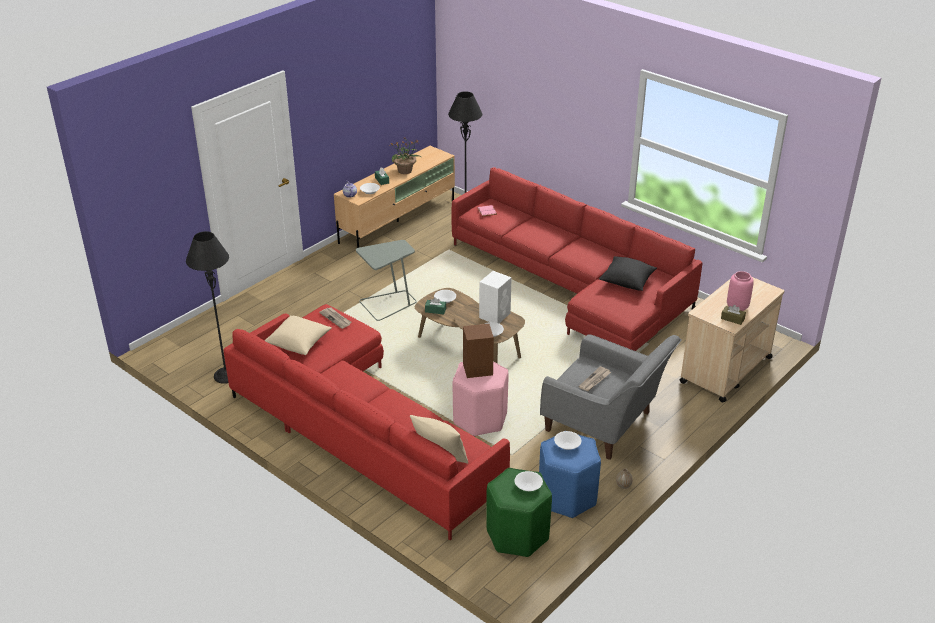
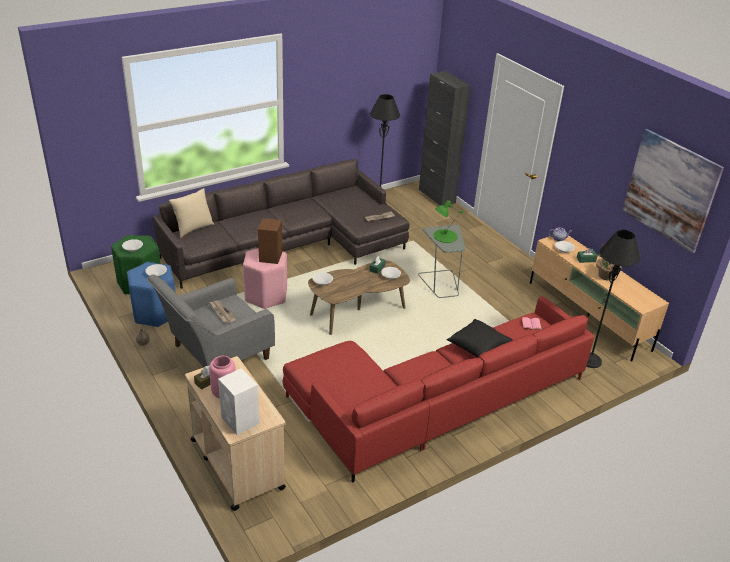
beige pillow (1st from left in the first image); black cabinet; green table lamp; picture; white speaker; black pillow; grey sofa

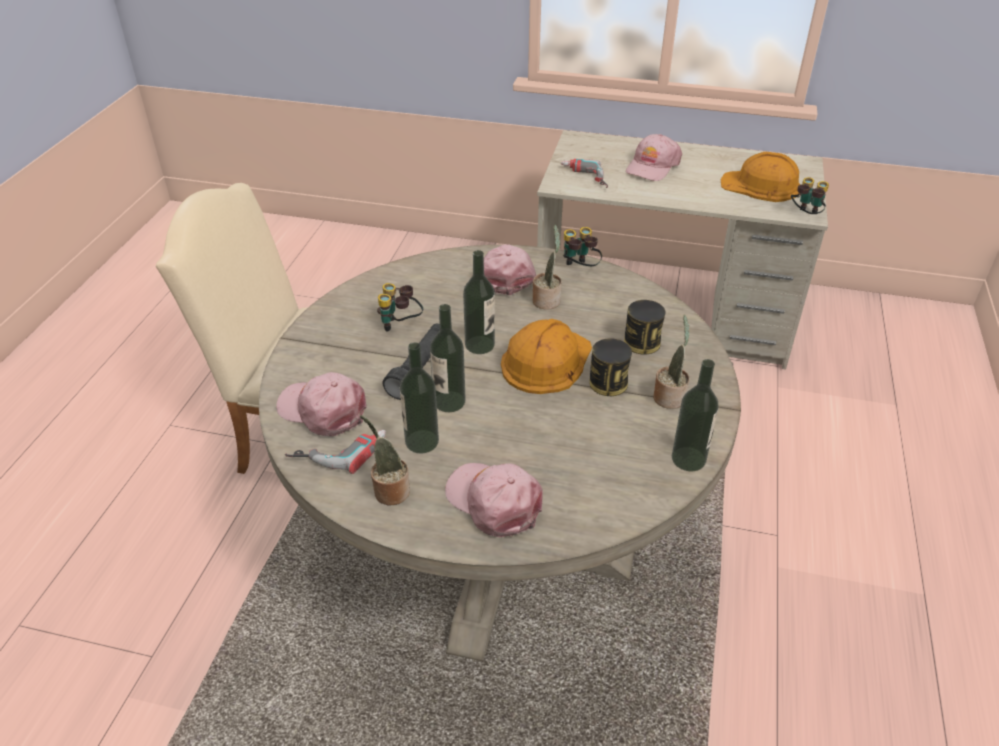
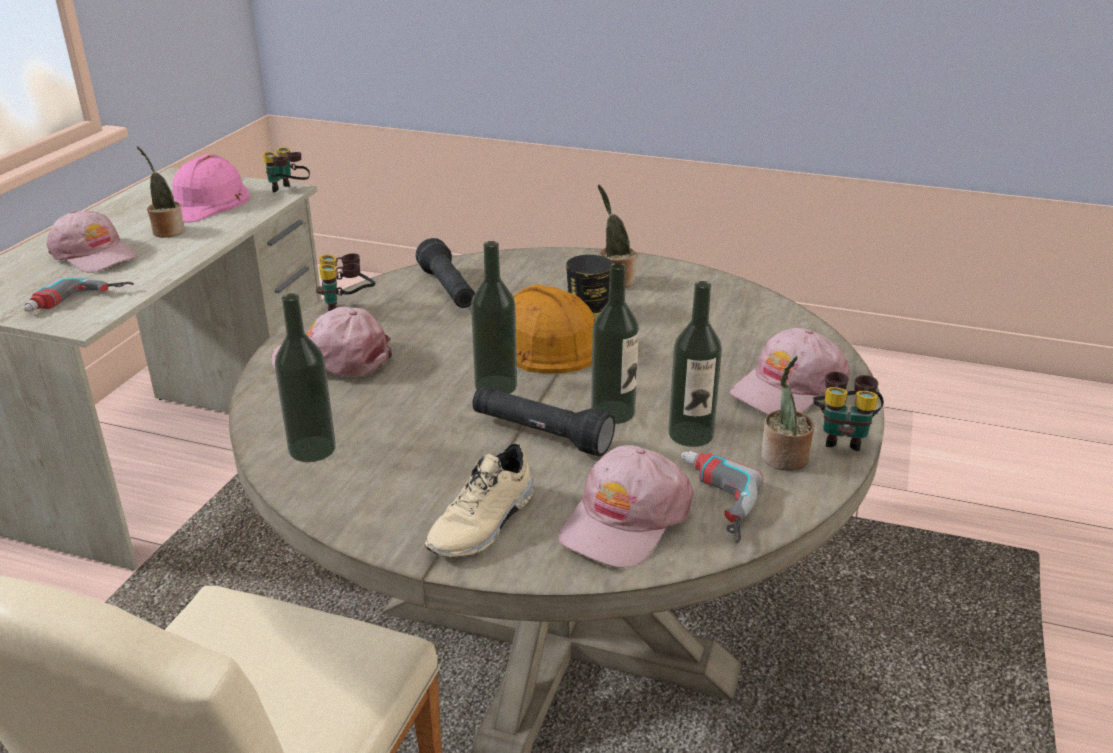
can (2nd from left in the first image); black flashlight (1st from left); beige shoe; binoculars (3rd from left); potted plant (1st from left); bottle (1st from left); pink hard hat

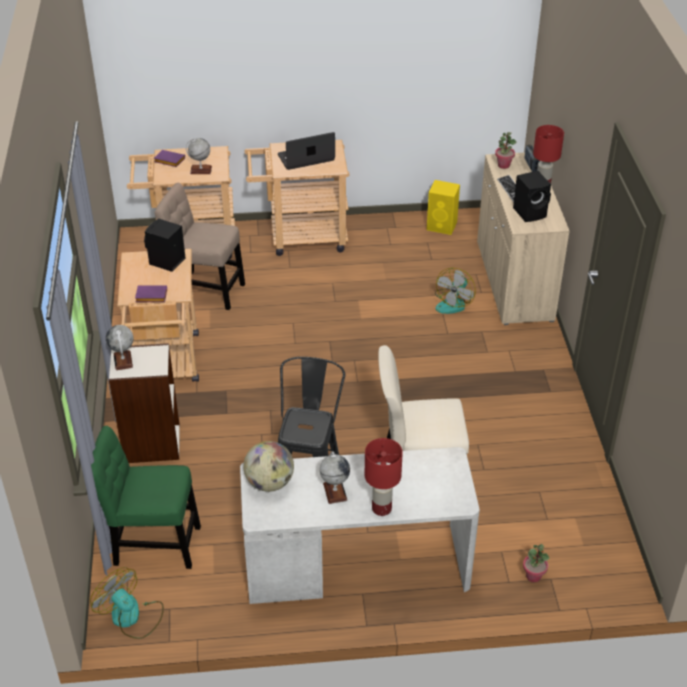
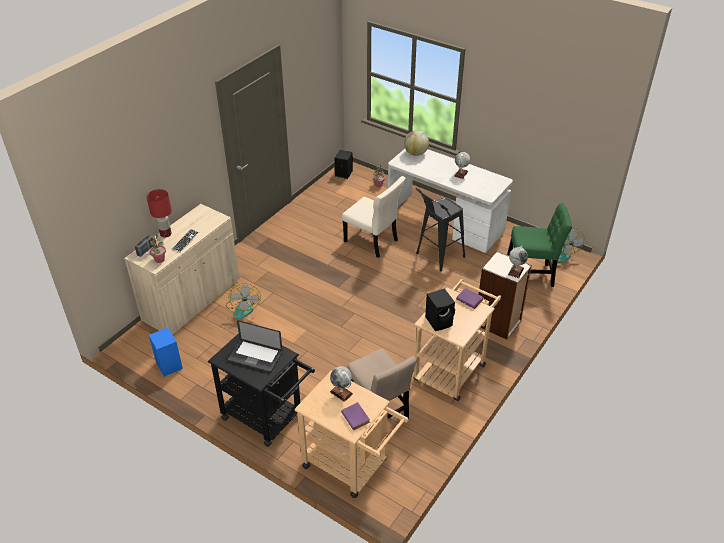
red table lamp (1st from left in the first image); globe (2nd from left); black speaker (1st from left); black cart; blue speaker; green chair; fan (1st from left)

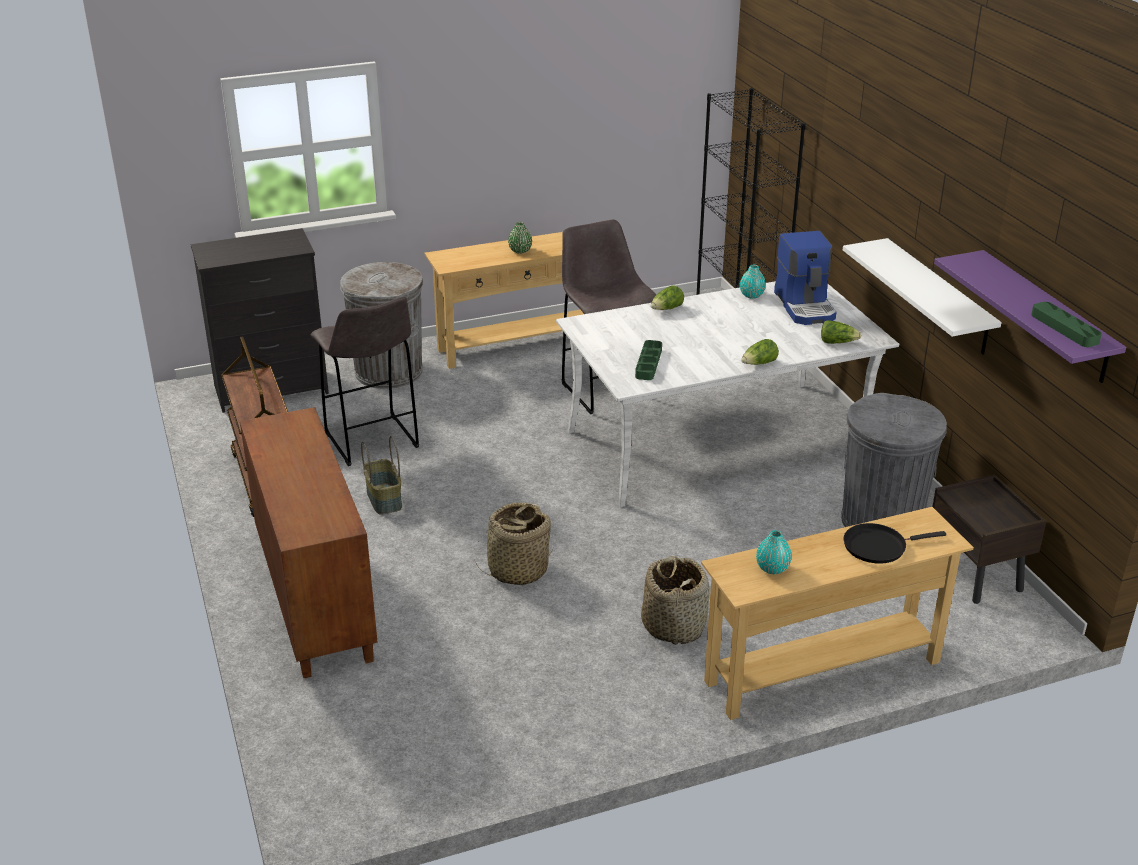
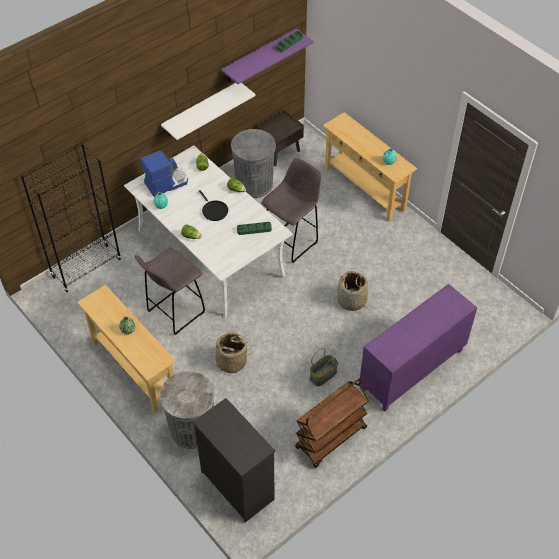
grey stool (2nd from left); basket (1st from left); black frying pan; purple cabinet

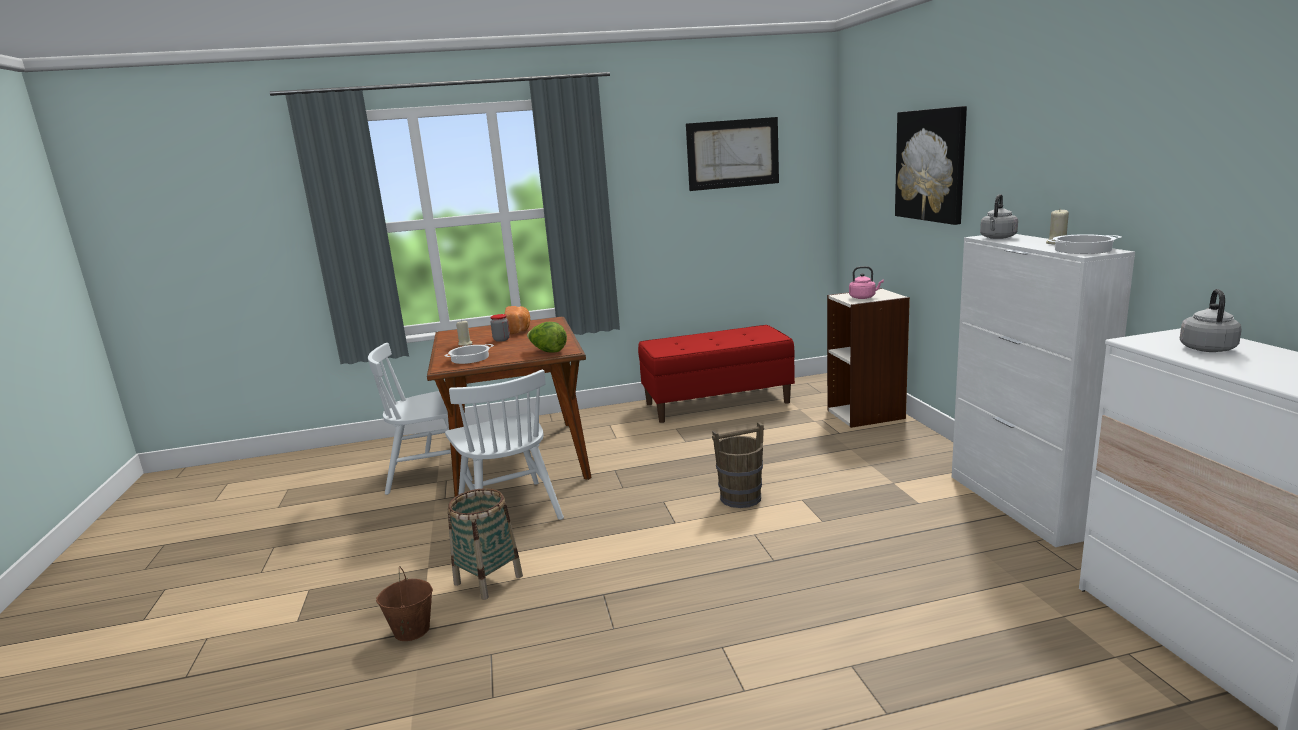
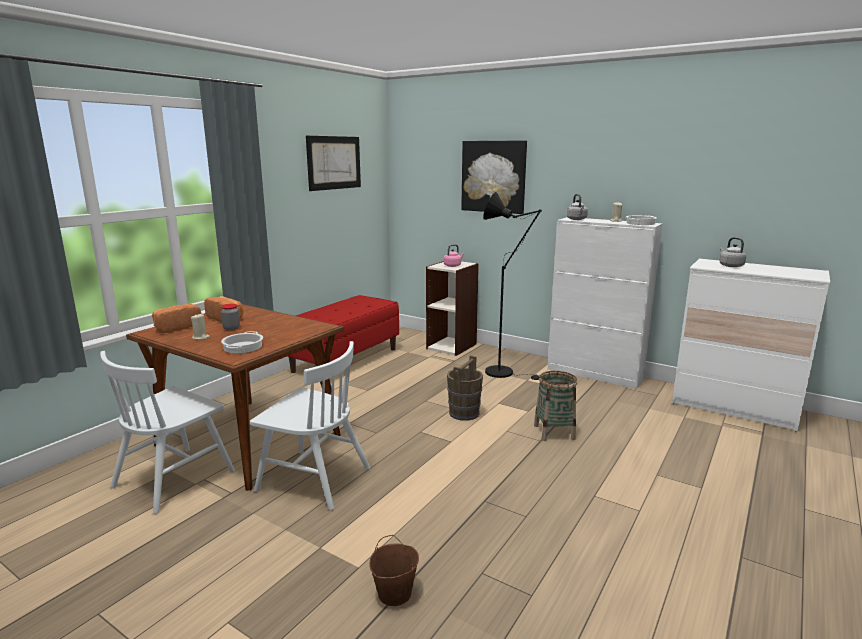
lettuce; bread (1st from left); black floor lamp; basket

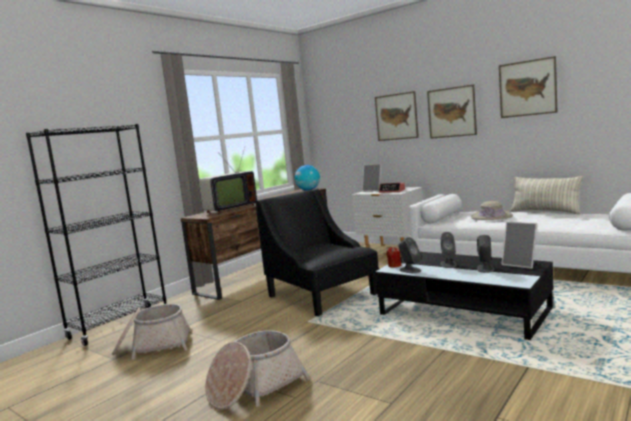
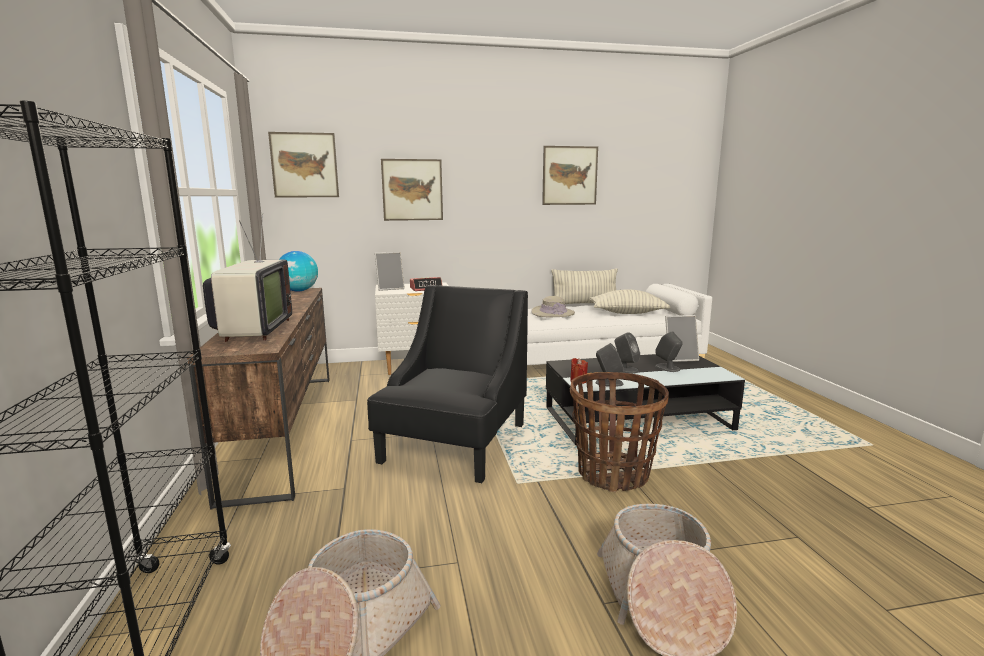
basket (2nd from left); pillow (2nd from left); picture (1st from left); black armchair

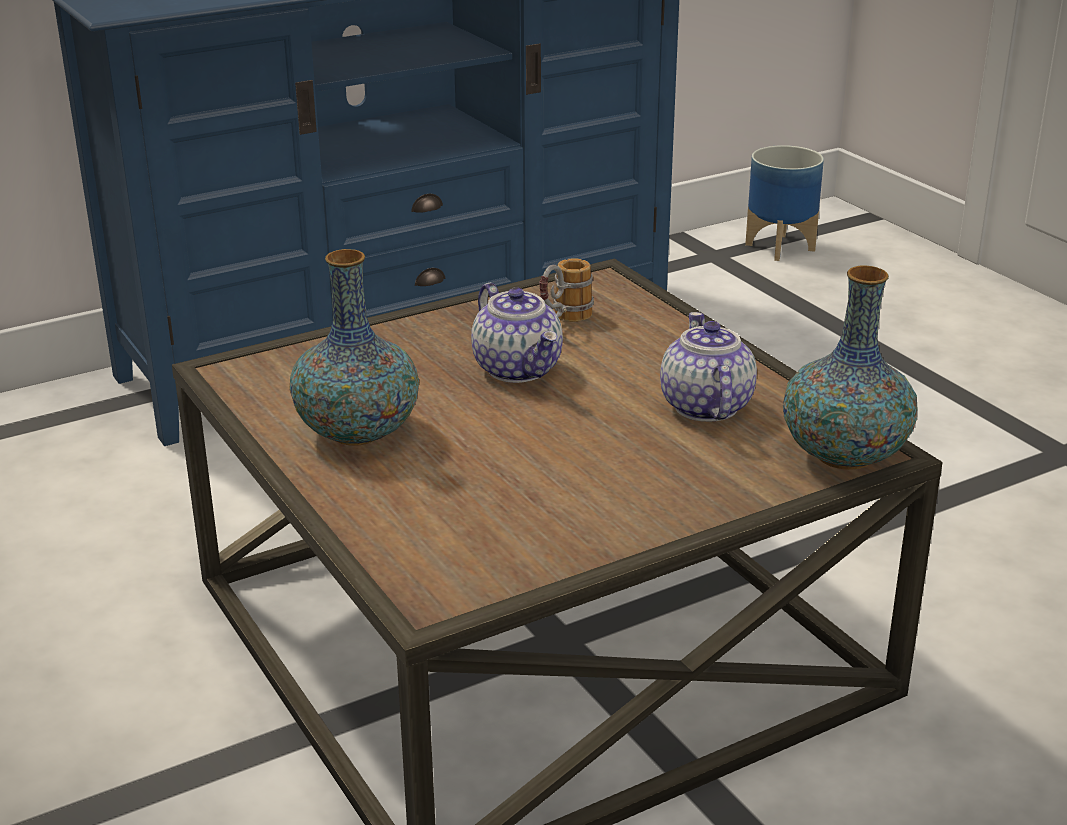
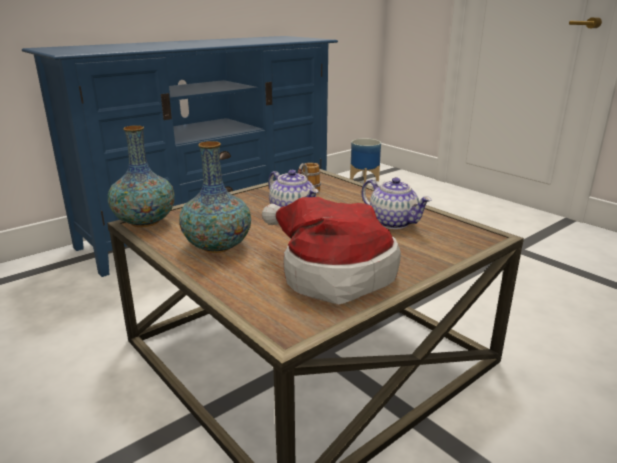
hat; vase (1st from left); teapot (2nd from left)

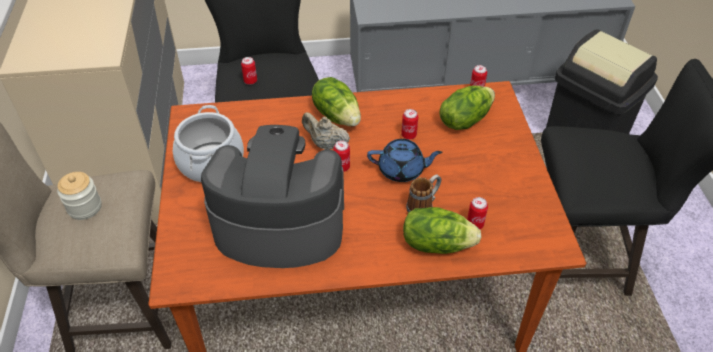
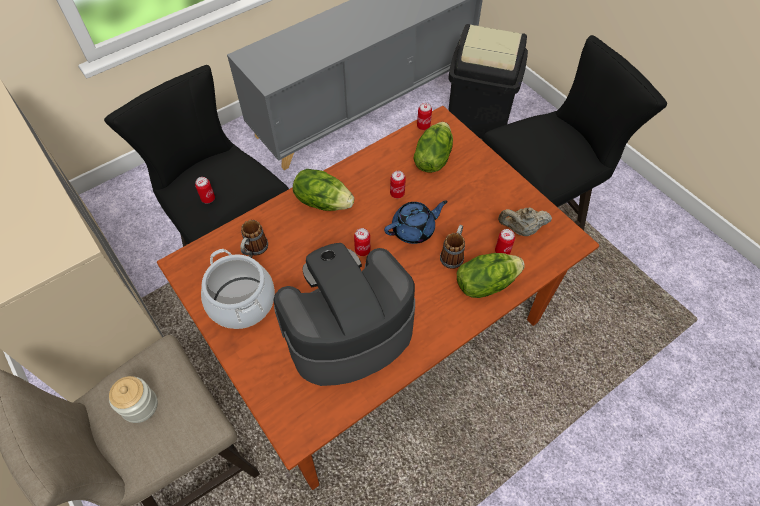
mug (1st from left); beige teapot

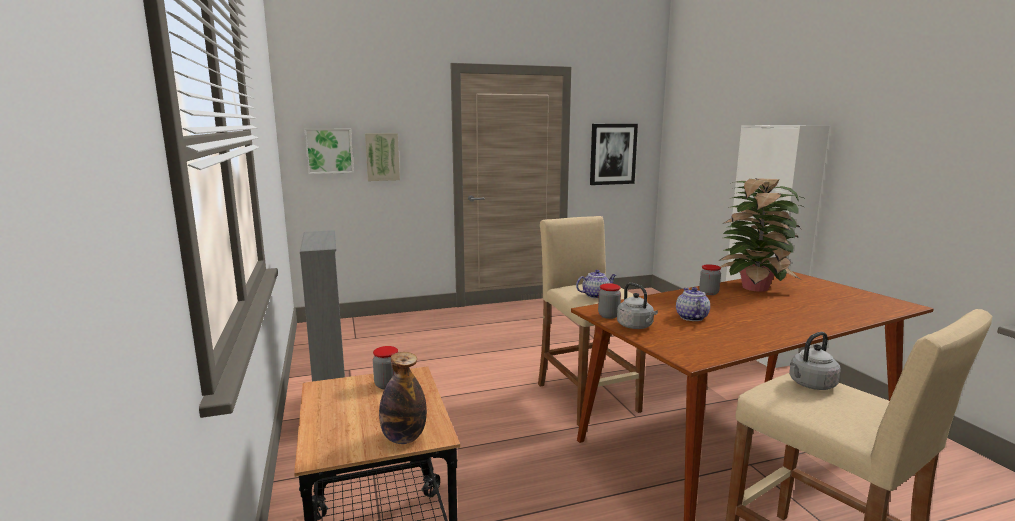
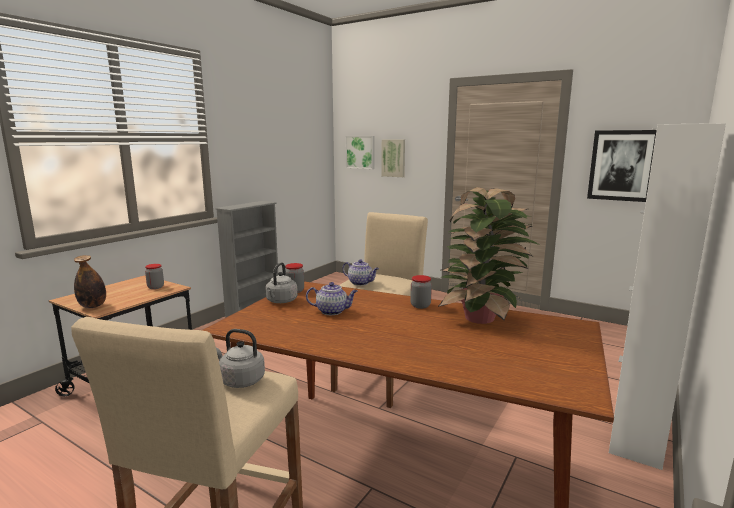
teapot (1st from left)

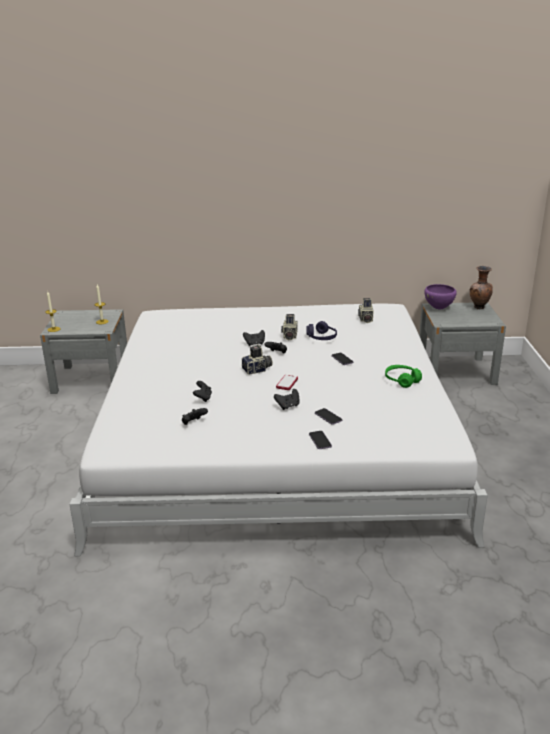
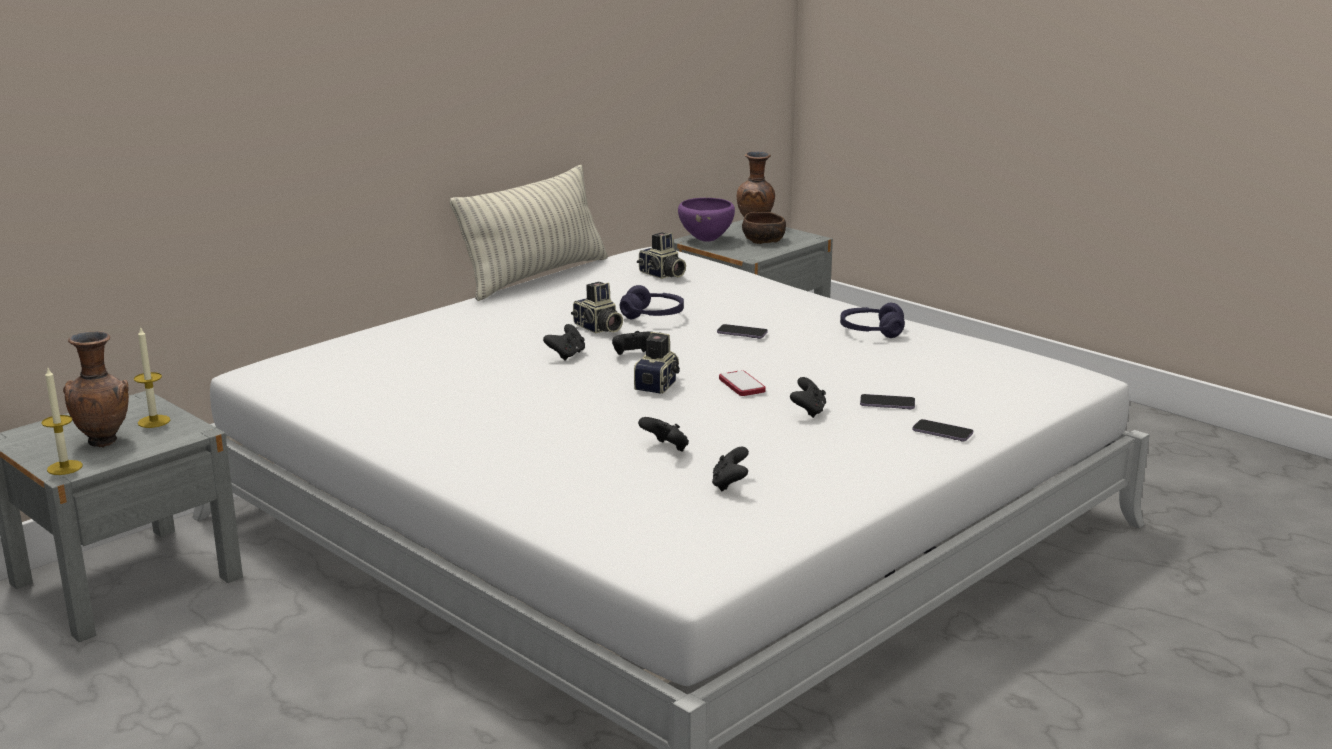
brown vase (1st from left); pillow; brown bowl; purple headphones (2nd from left)

